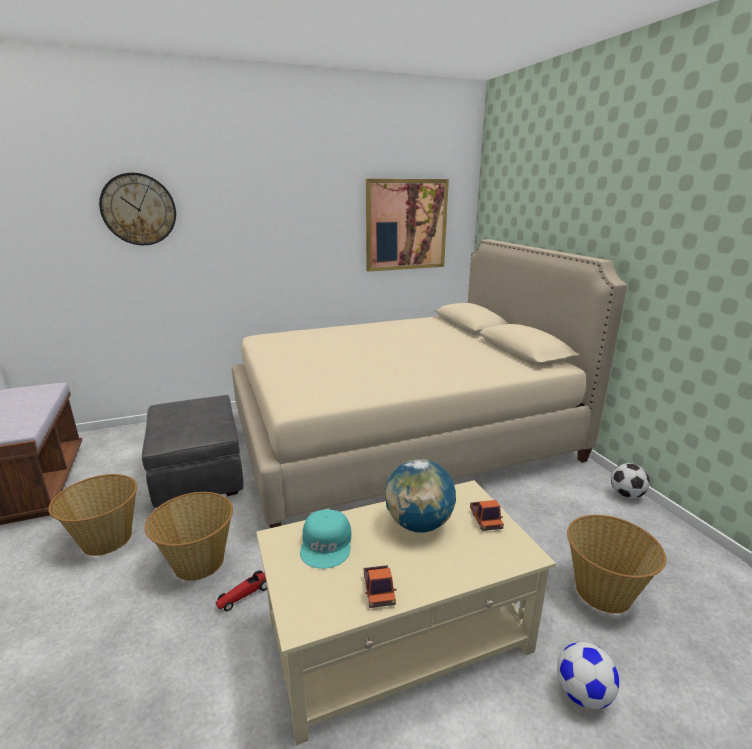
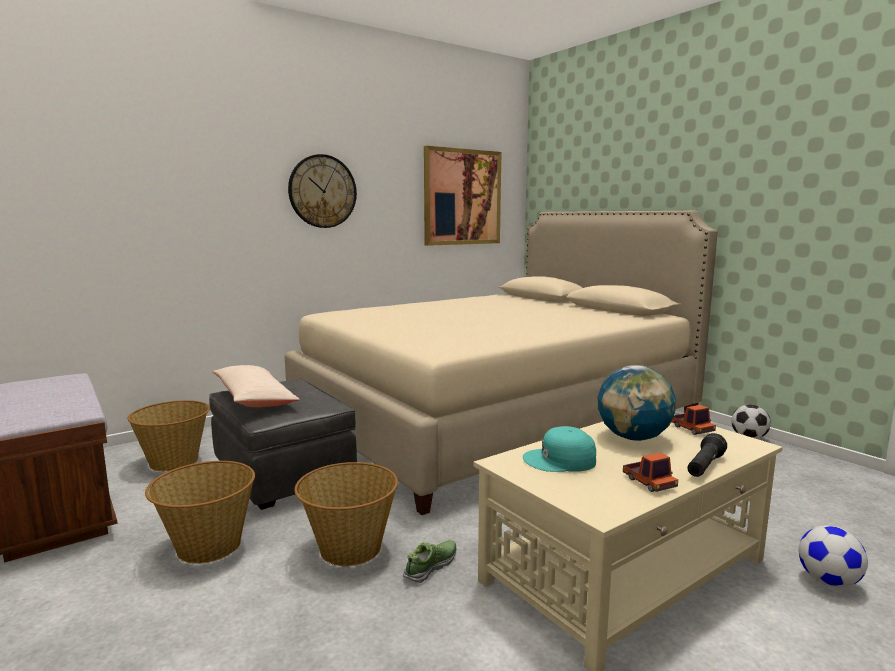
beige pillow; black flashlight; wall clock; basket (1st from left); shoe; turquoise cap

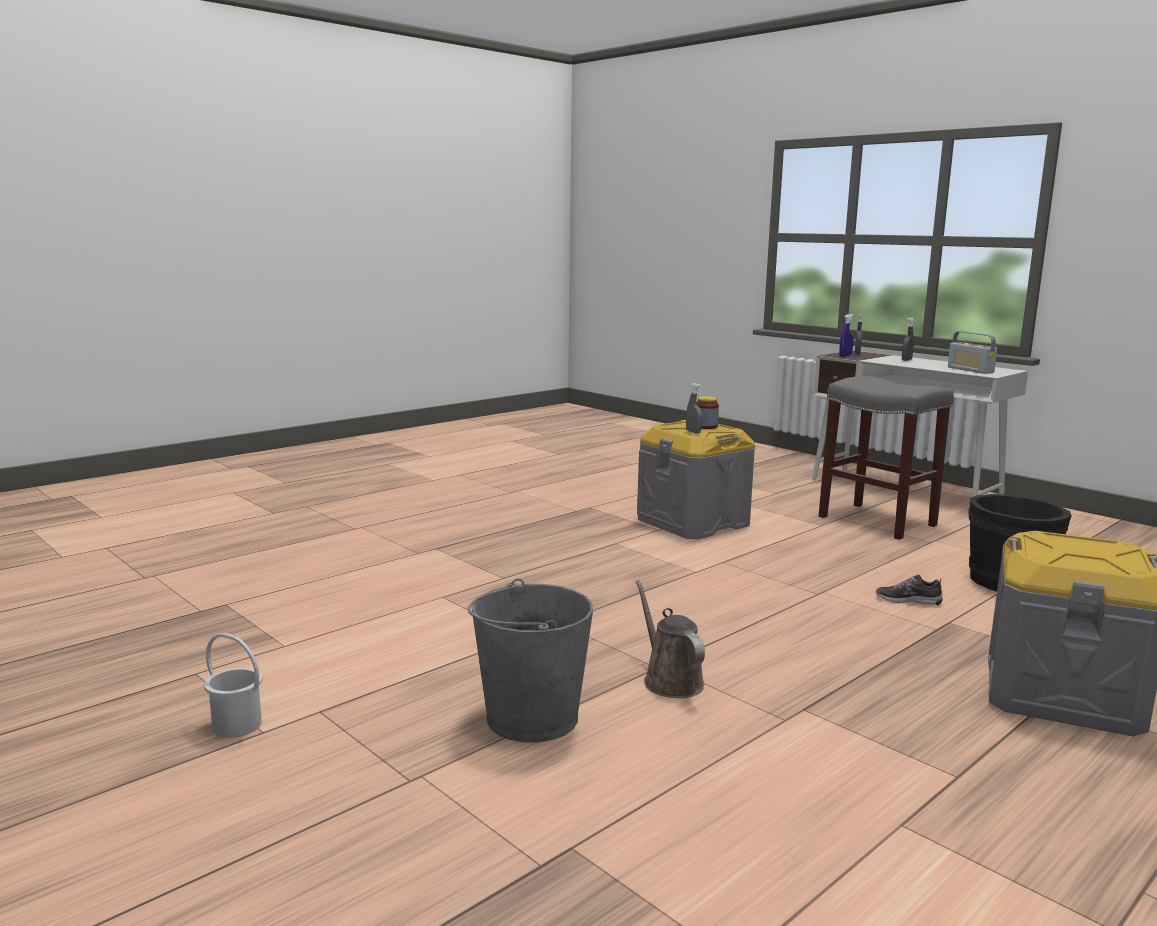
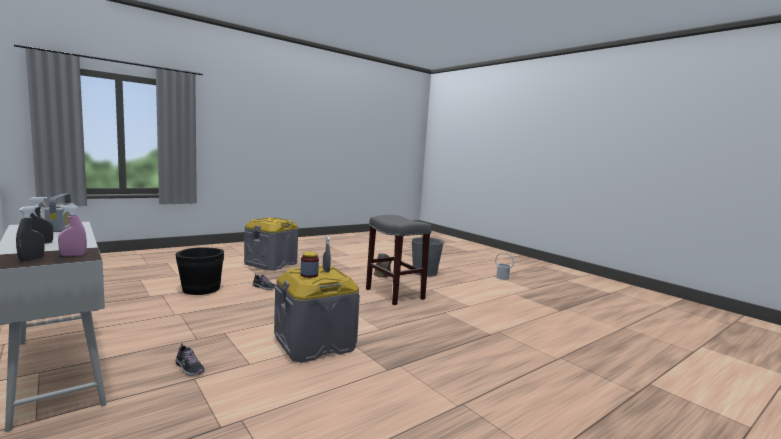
shoe (1st from left); grey stool; pink spray bottle

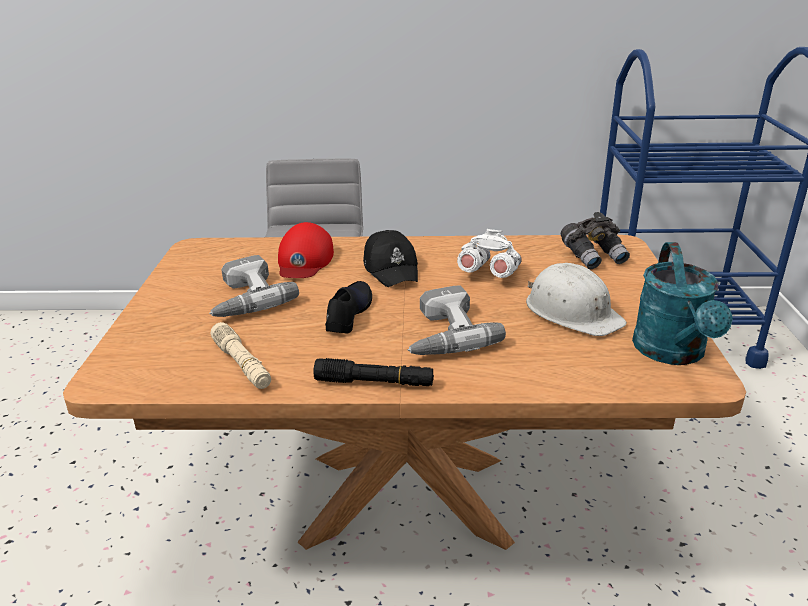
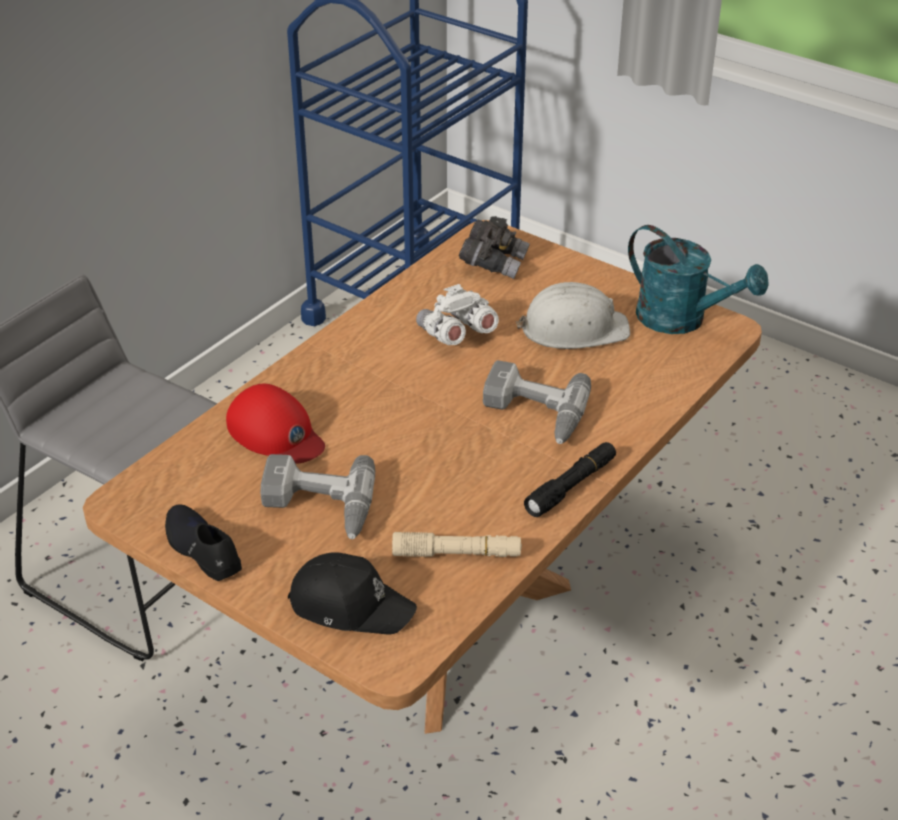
black shoe; black cap

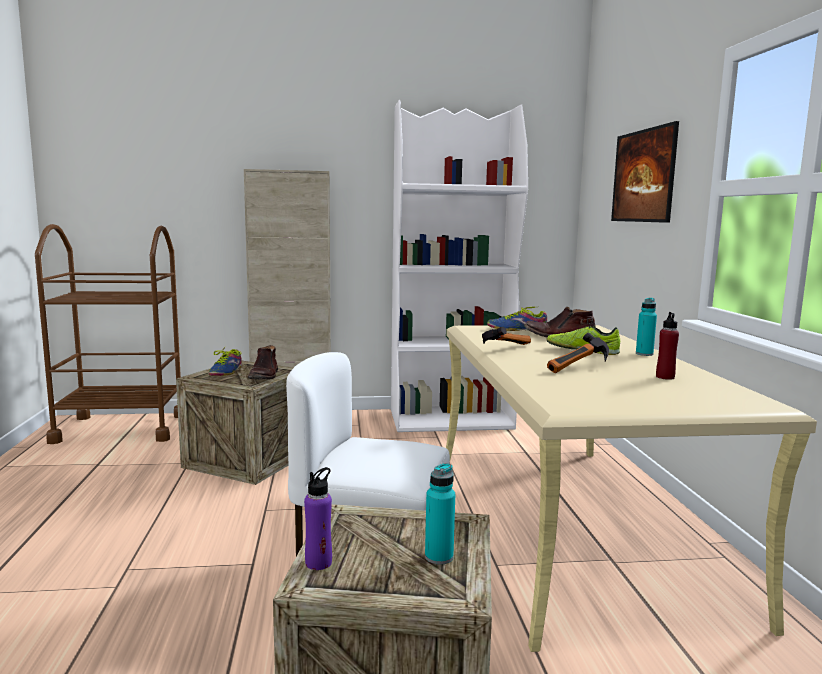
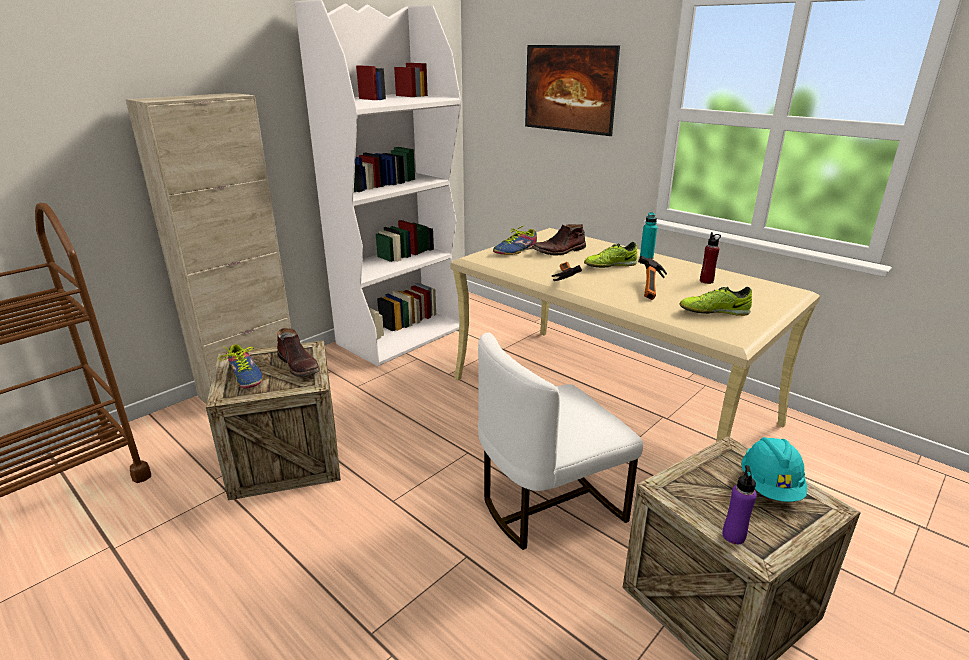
shoe (4th from left); turquoise hard hat

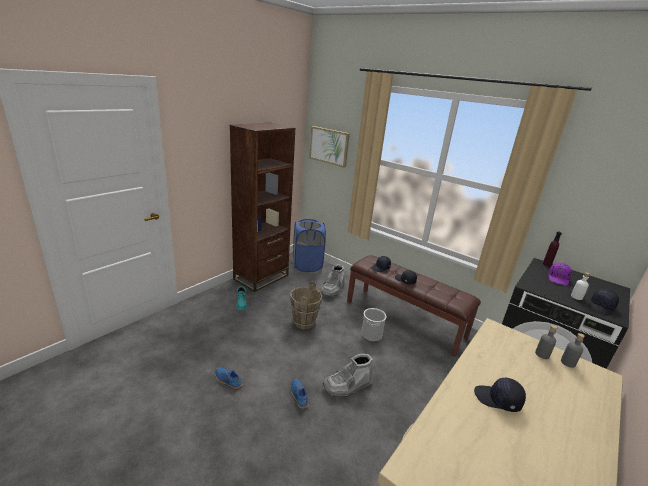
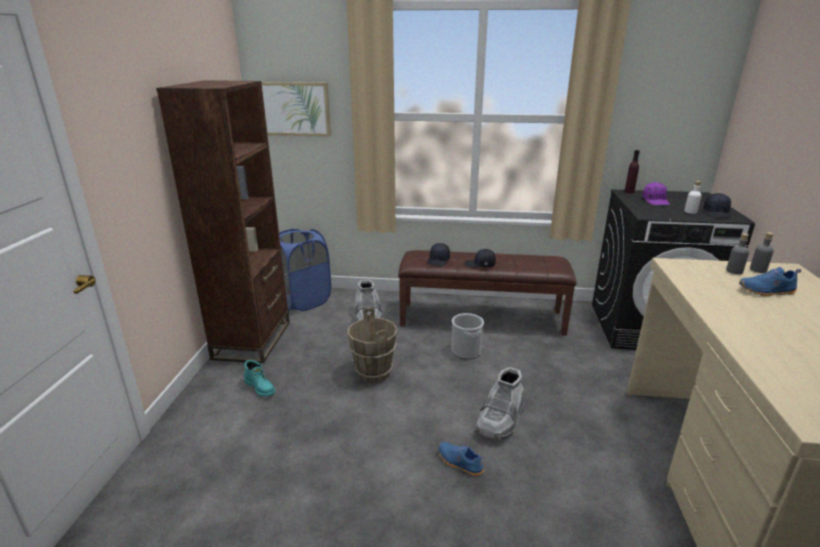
black cap (3rd from left in the first image); blue shoe (2nd from left)

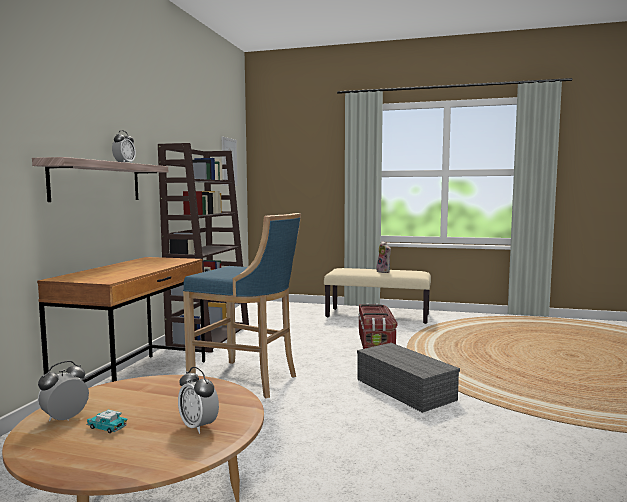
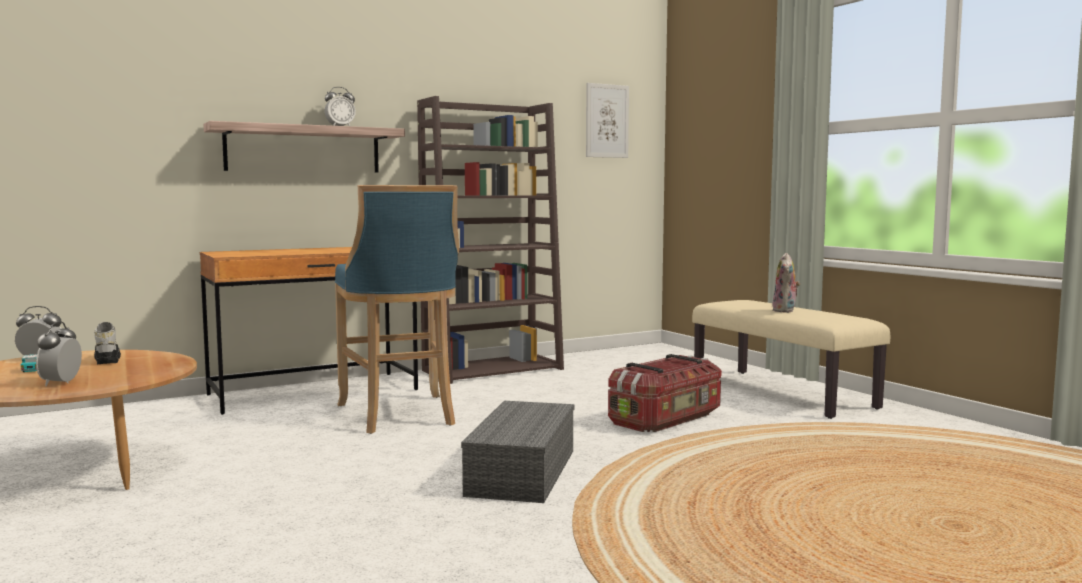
shoe

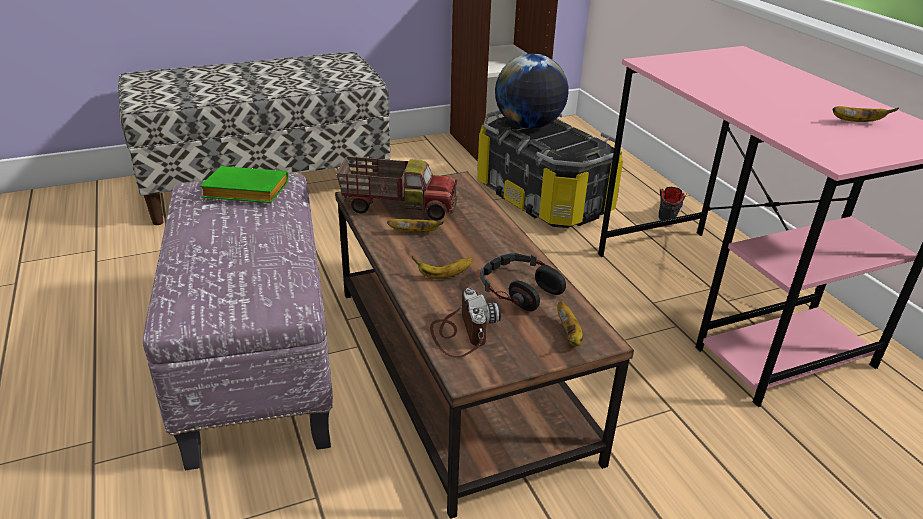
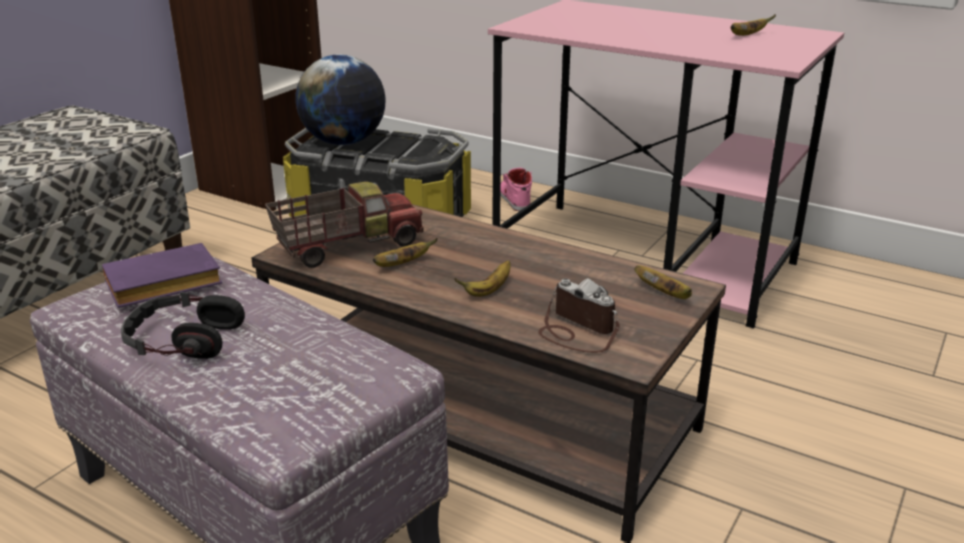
headphones; purple book; pink shoe

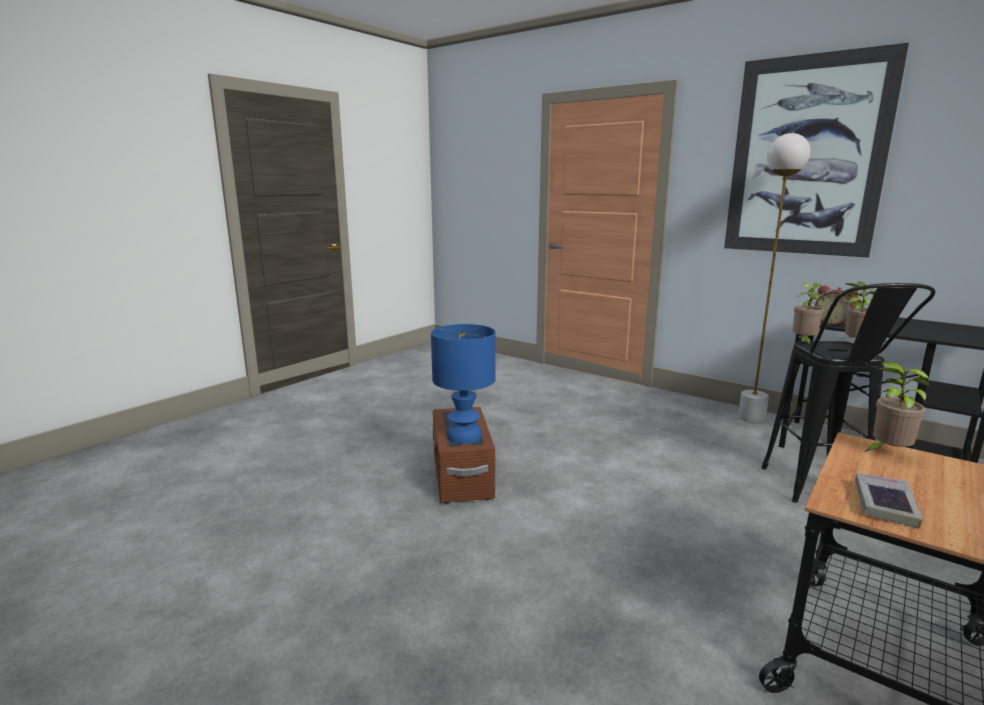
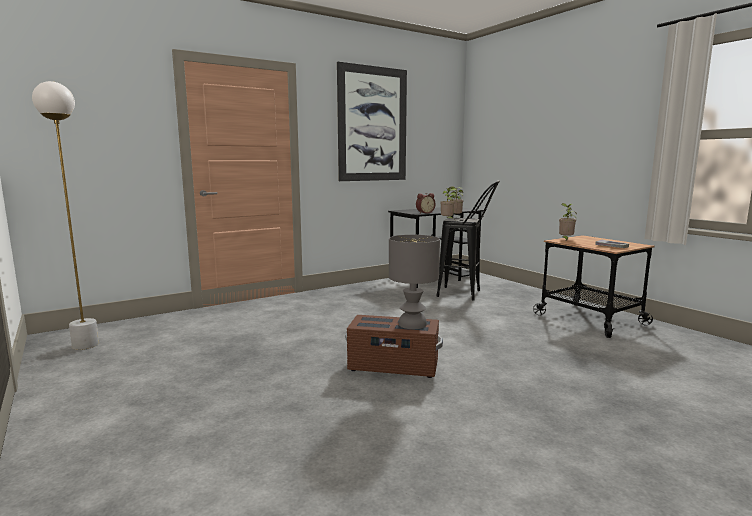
white floor lamp; grey table lamp

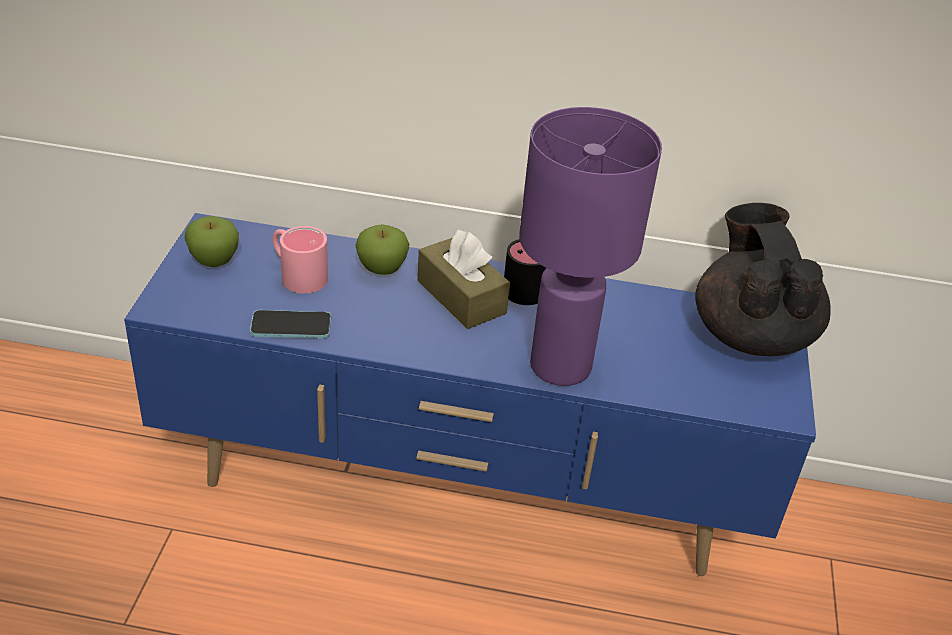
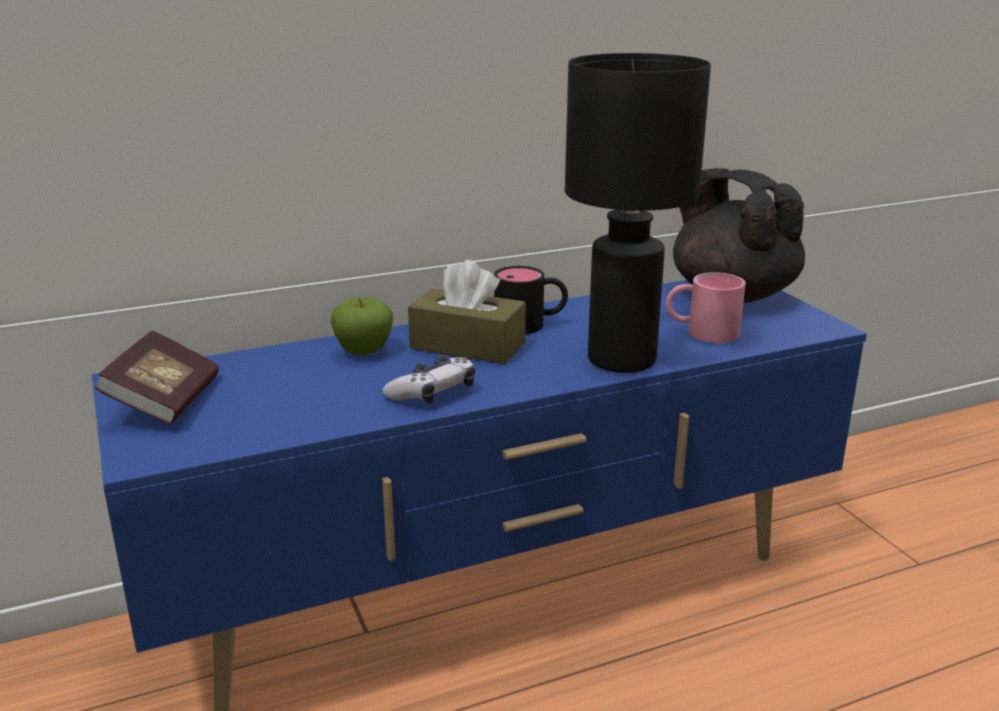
phone; game controller; pink mug; book; black table lamp

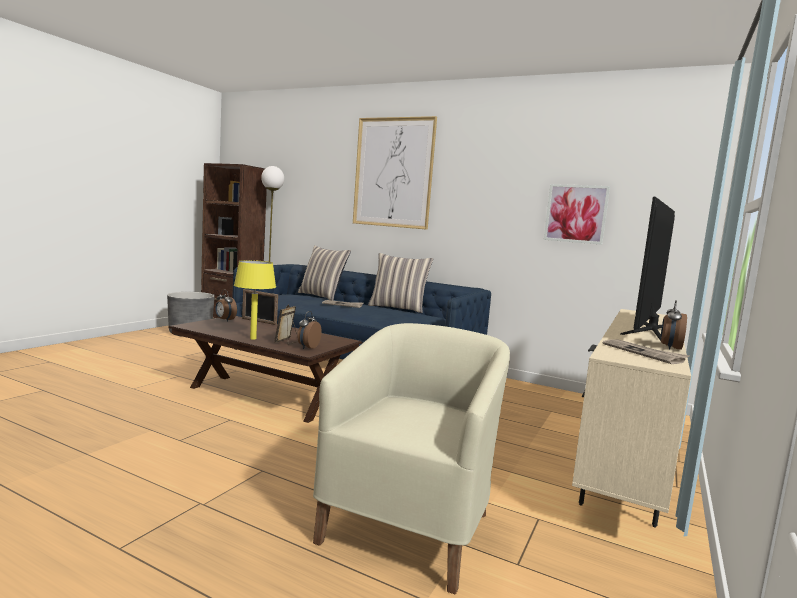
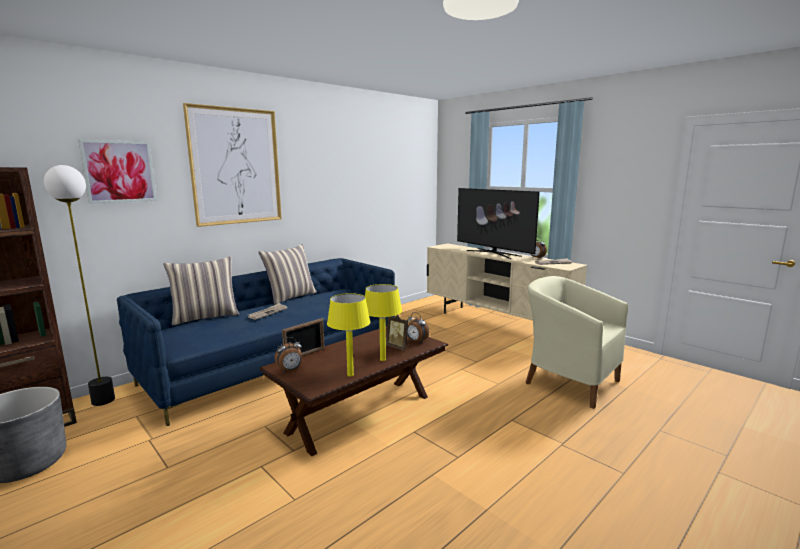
yellow table lamp (1st from left); picture (1st from left)

